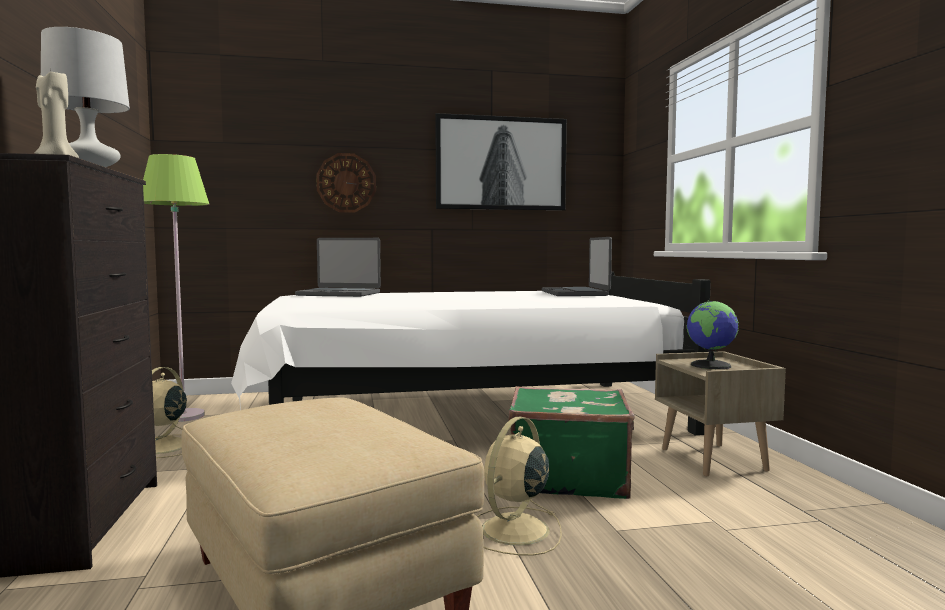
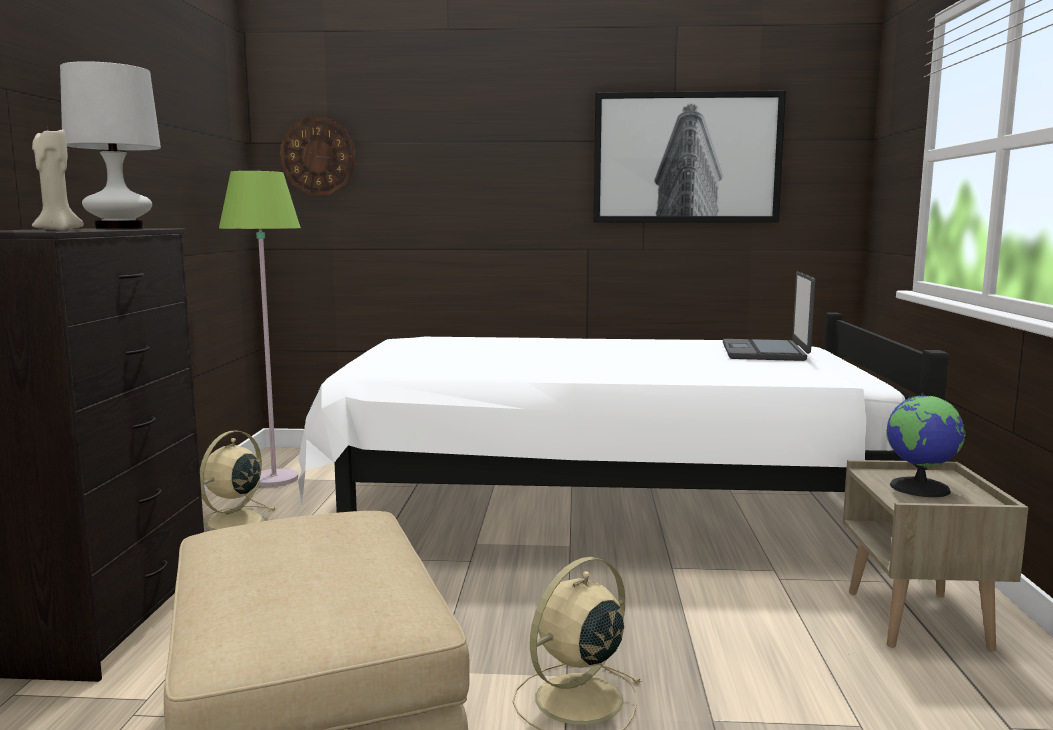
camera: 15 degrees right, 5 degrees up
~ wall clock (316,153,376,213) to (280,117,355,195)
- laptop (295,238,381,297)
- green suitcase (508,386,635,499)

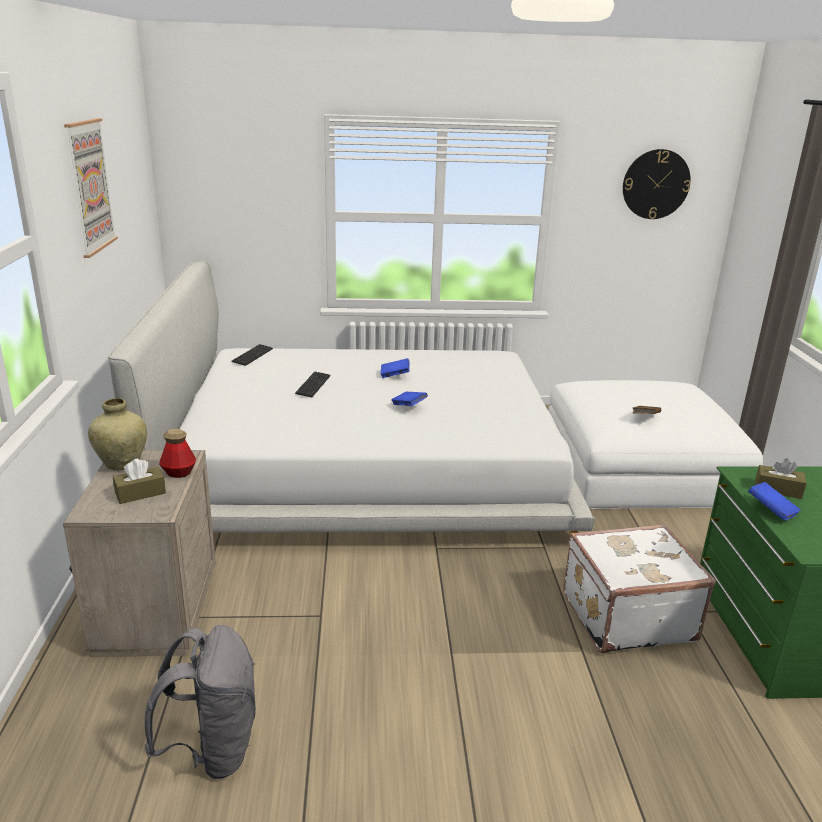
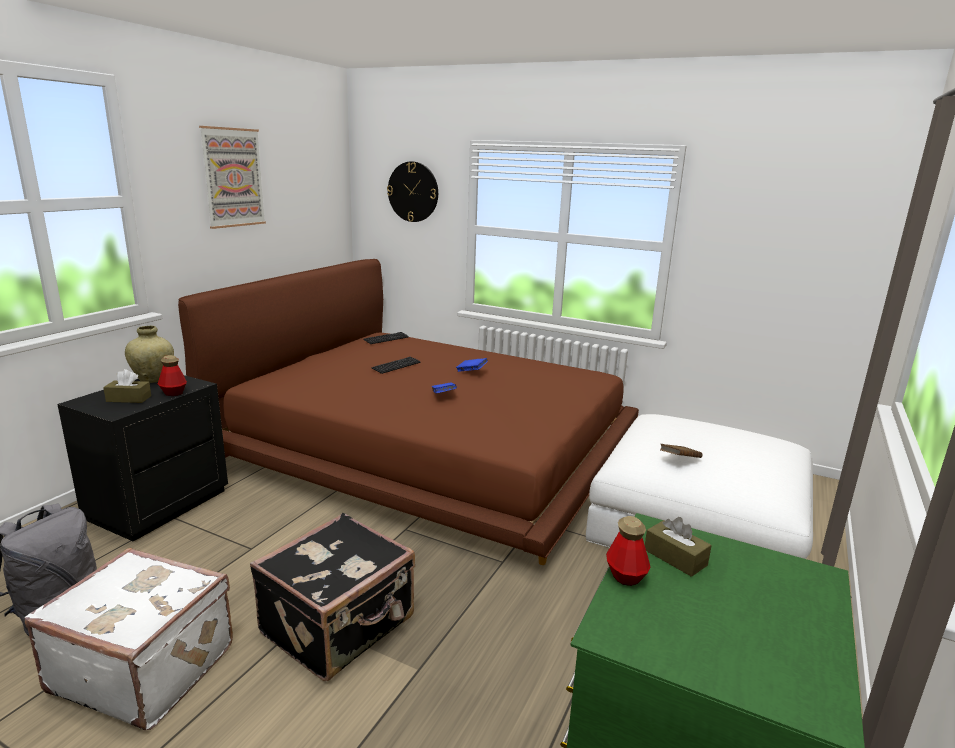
camera: 30 degrees right, 5 degrees down
~ wall clock (623,149,691,219) to (387,161,438,222)
~ white bed (108,261,595,533) to brown bed (178,259,639,565)
~ beige nightstand (63,450,216,657) to black nightstand (57,375,228,541)
~ blue book (748,482,801,521) to bottle (606,516,650,586)
~ white suitcase (564,524,716,653) to (25,548,233,730)
+ black suitcase (250,513,415,681)

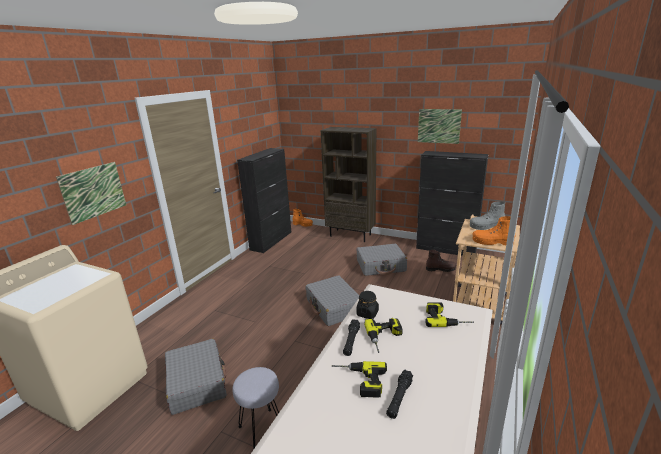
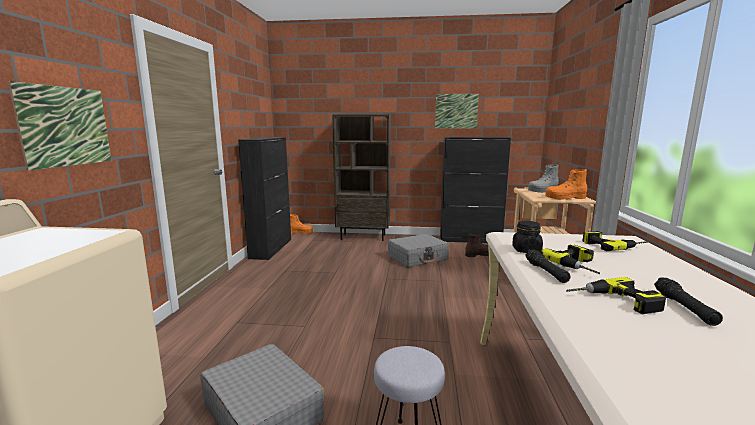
camera: 20 degrees left, 10 degrees down
- grey suitcase (305,275,360,326)

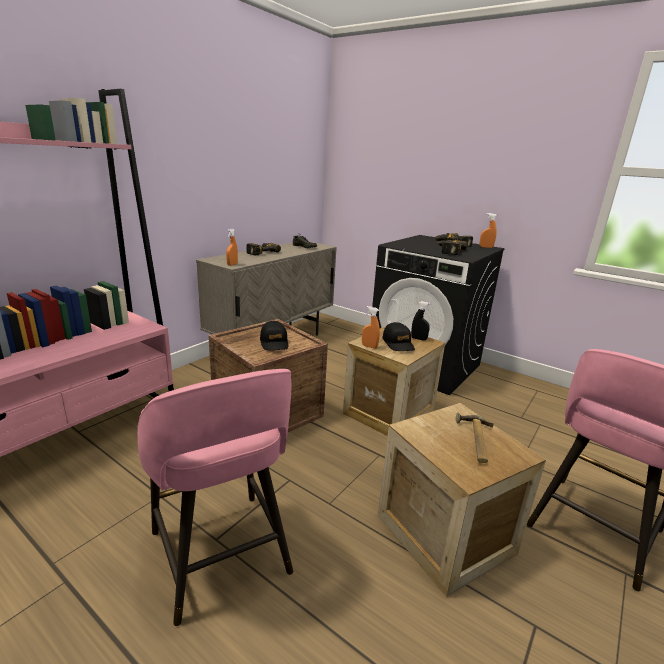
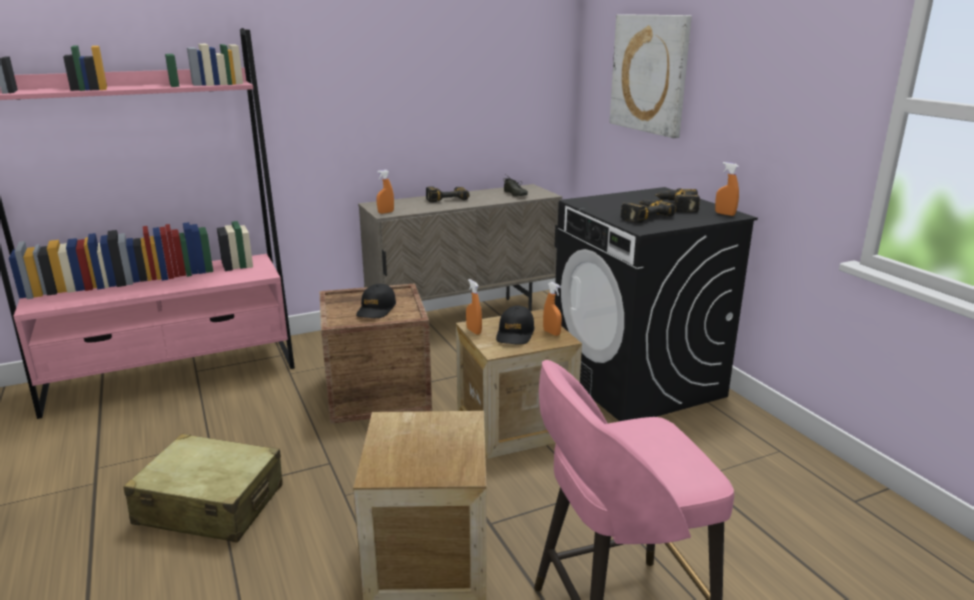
camera: 30 degrees right, 0 degrees up
~ black spray bottle (411,301,431,340) to orange spray bottle (543,282,562,336)
~ pink stool (137,369,293,626) to beige suitcase (124,434,283,543)
- hammer (456,412,494,463)
+ picture (610,14,692,138)

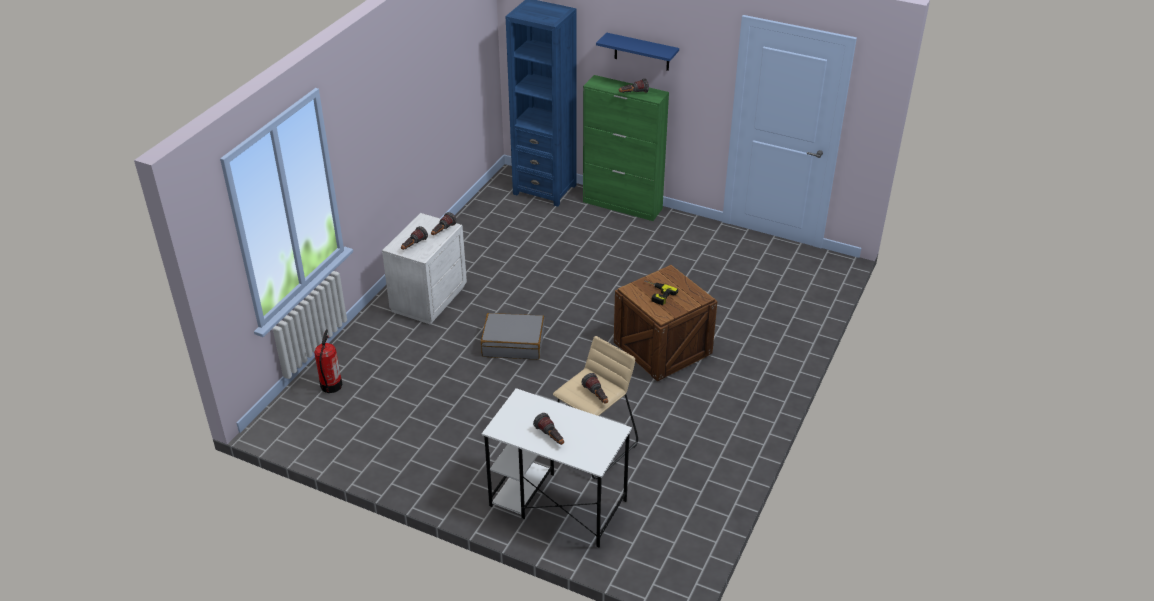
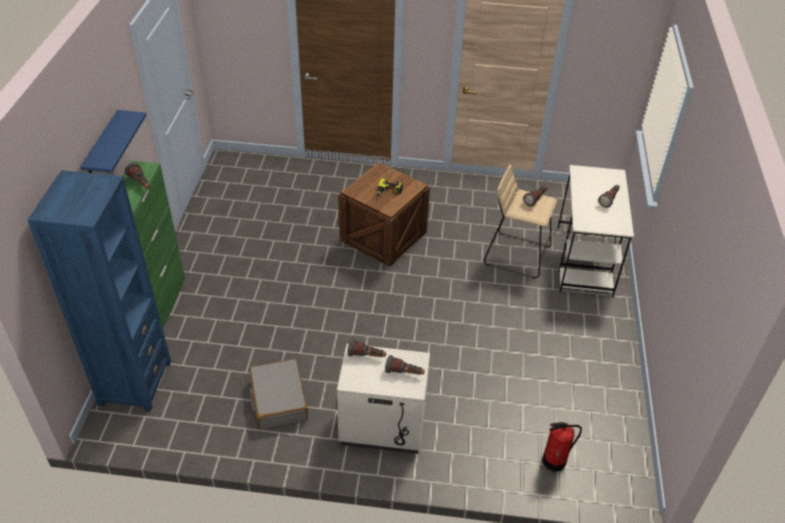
camera: 110 degrees left, 5 degrees up
~ grey suitcase (481,313,544,359) to (249,359,308,430)

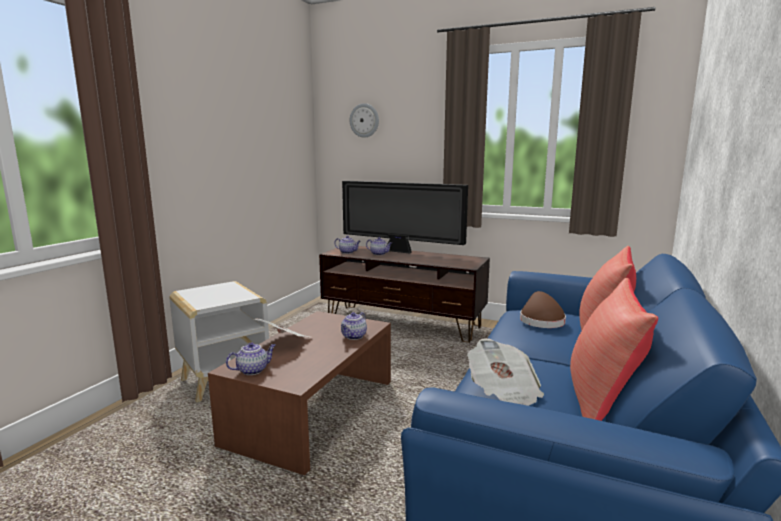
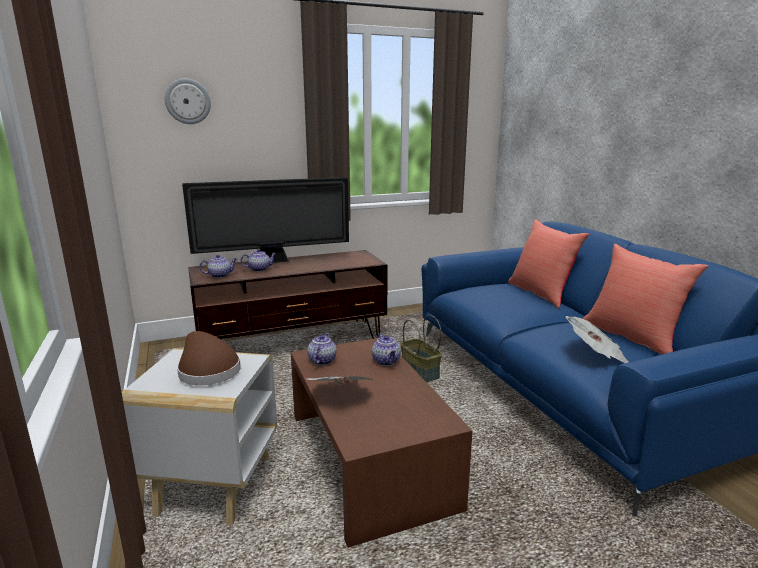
camera: 45 degrees left, 5 degrees up
~ brown hat (520,291,566,328) to (177,331,241,385)
~ teapot (226,342,276,375) to (307,333,337,365)
+ basket (400,315,442,382)

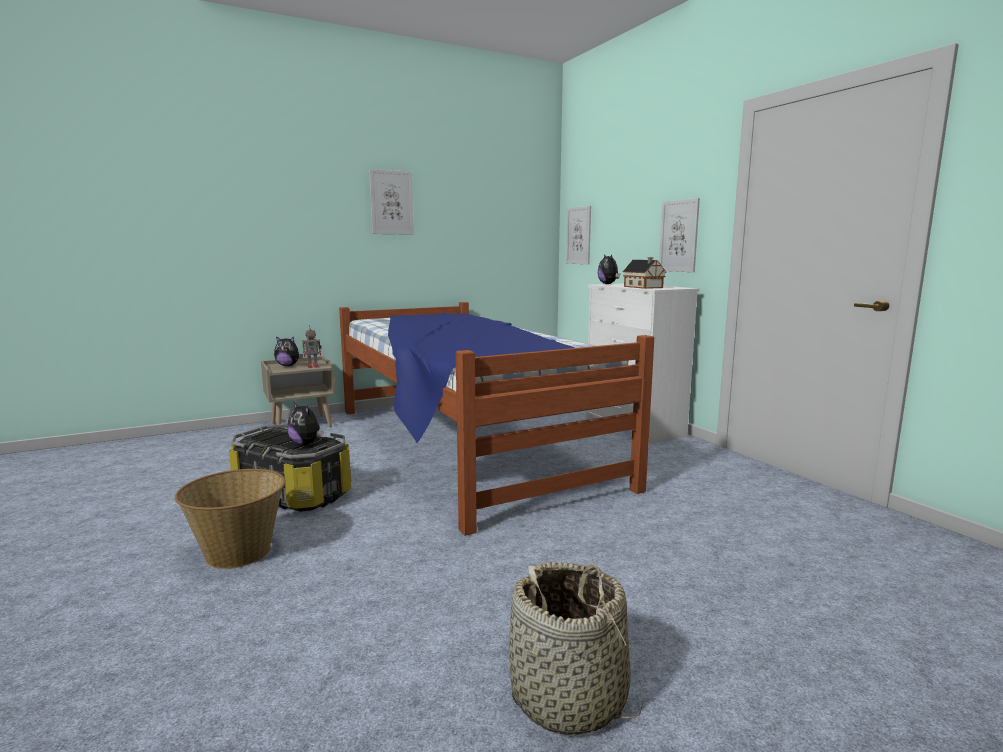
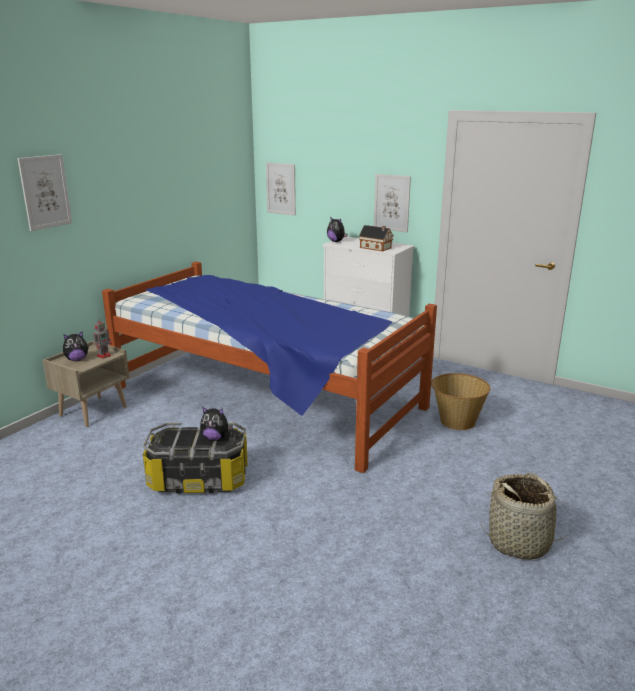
camera: 30 degrees left, 10 degrees up
~ picture (369,169,414,235) to (17,154,72,231)
~ basket (175,469,286,569) to (431,373,491,430)

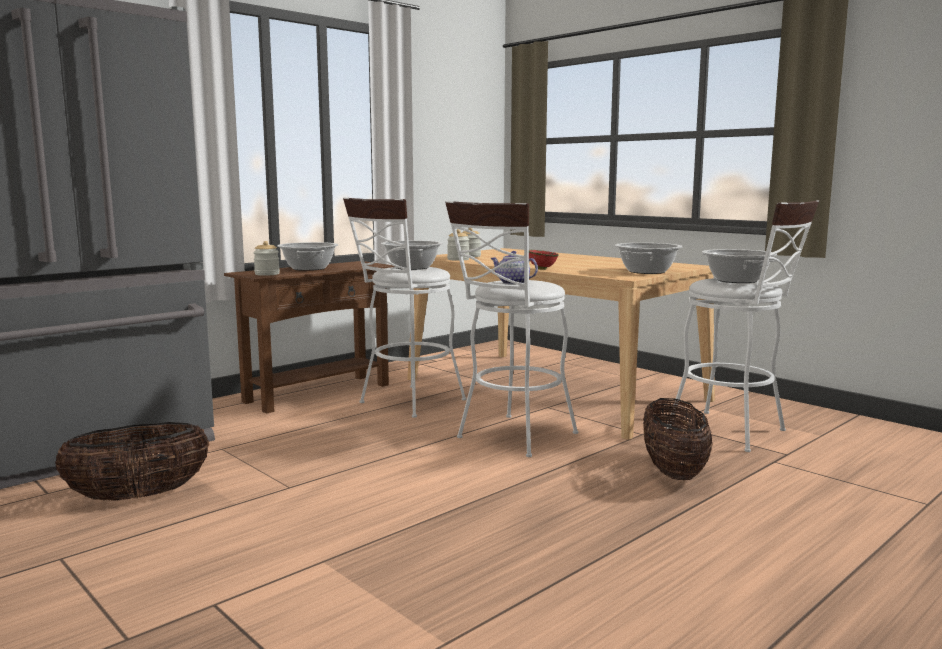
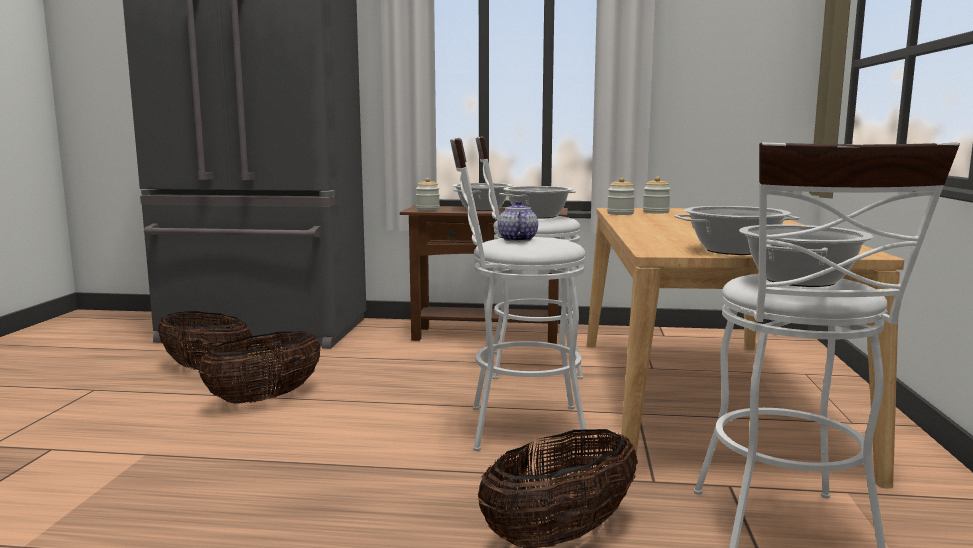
camera: 50 degrees right, 0 degrees up
- red bowl (529,250,559,270)
+ basket (198,331,320,404)

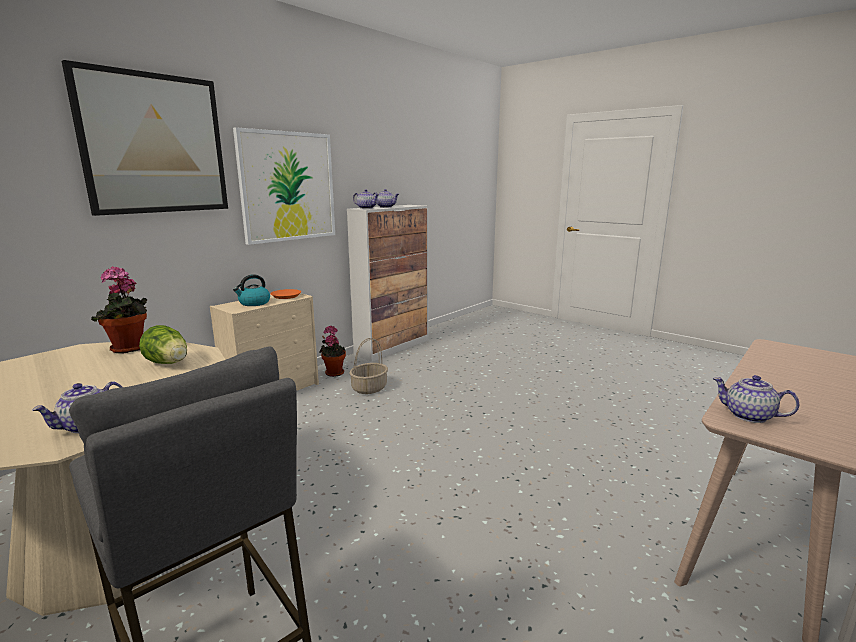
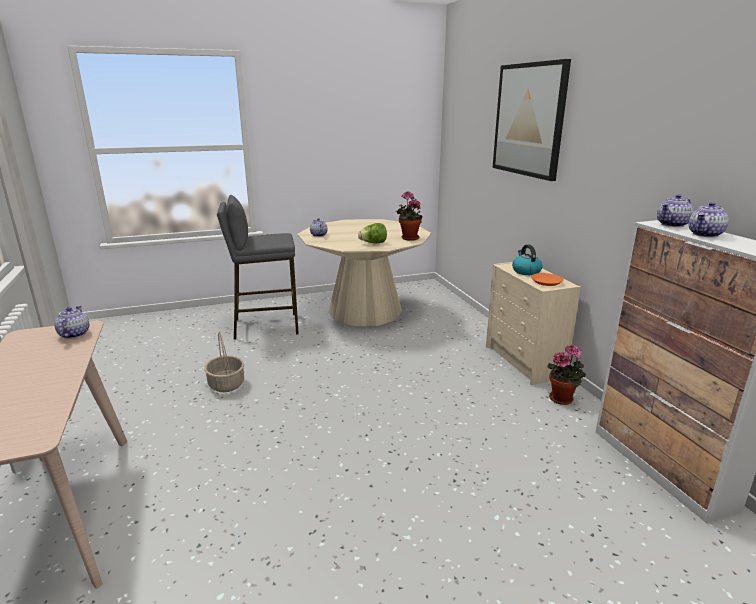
camera: 120 degrees right, 5 degrees up
- picture (233,127,335,245)
~ basket (349,338,388,394) to (204,331,244,392)
~ teapot (713,375,799,423) = (54,306,89,339) 75 degrees counterclockwise

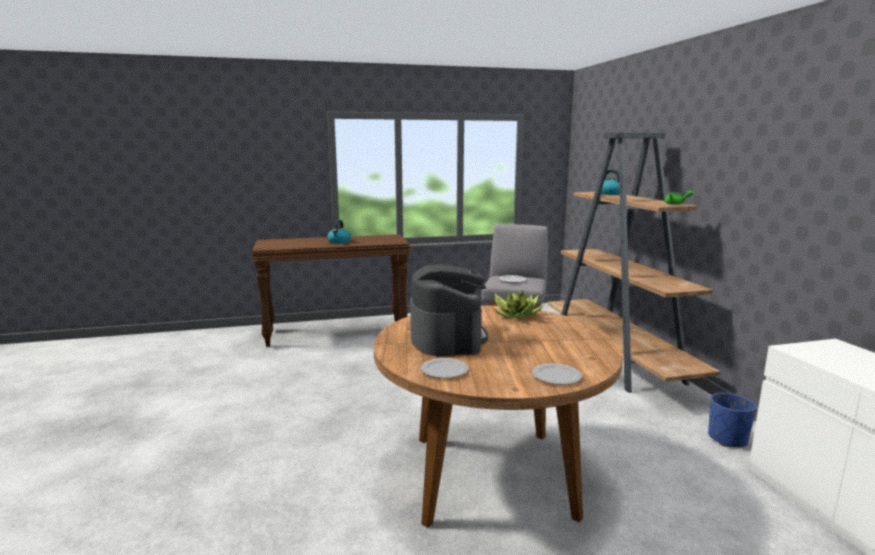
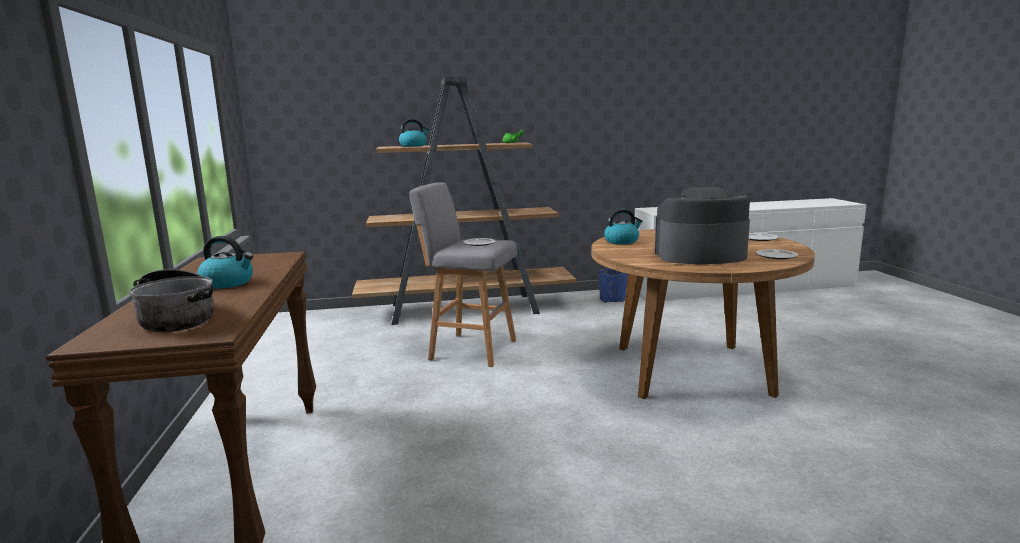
camera: 85 degrees left, 0 degrees up
~ potted plant (493,290,544,319) to kettle (604,209,643,244)
+ cooking pot (129,269,214,332)

